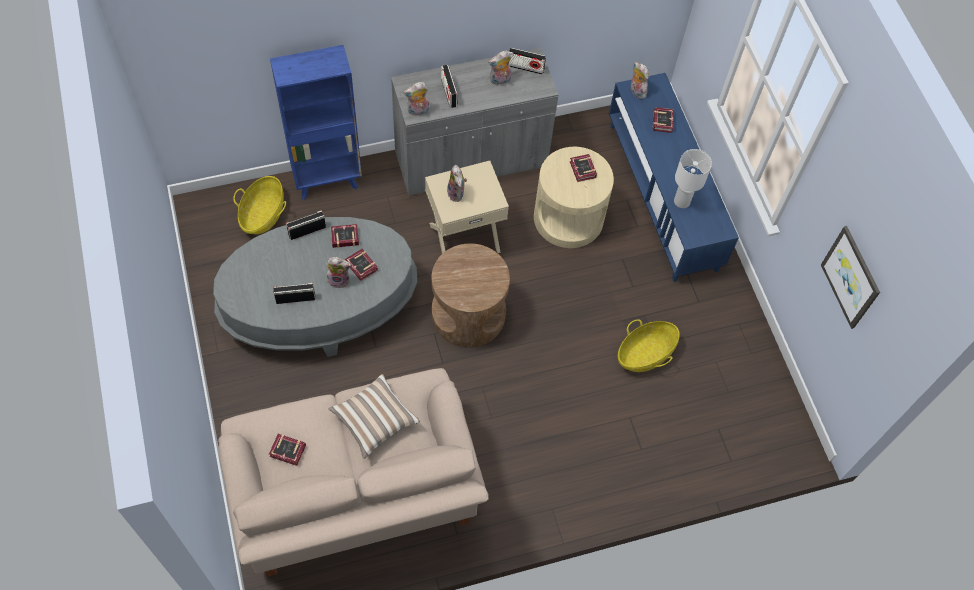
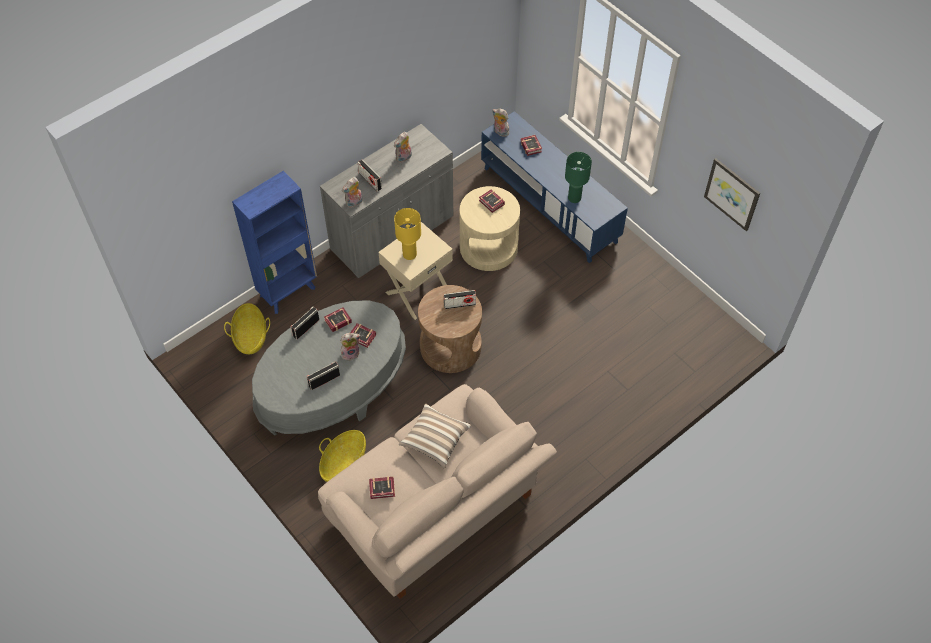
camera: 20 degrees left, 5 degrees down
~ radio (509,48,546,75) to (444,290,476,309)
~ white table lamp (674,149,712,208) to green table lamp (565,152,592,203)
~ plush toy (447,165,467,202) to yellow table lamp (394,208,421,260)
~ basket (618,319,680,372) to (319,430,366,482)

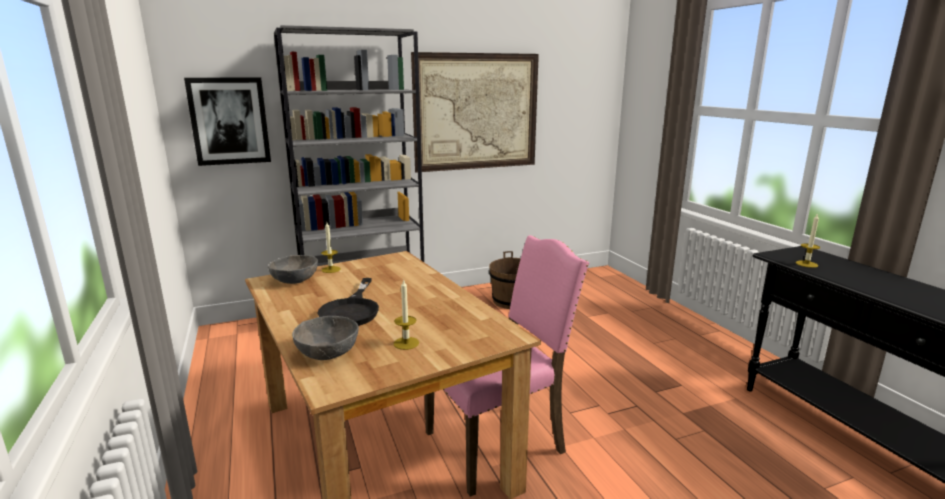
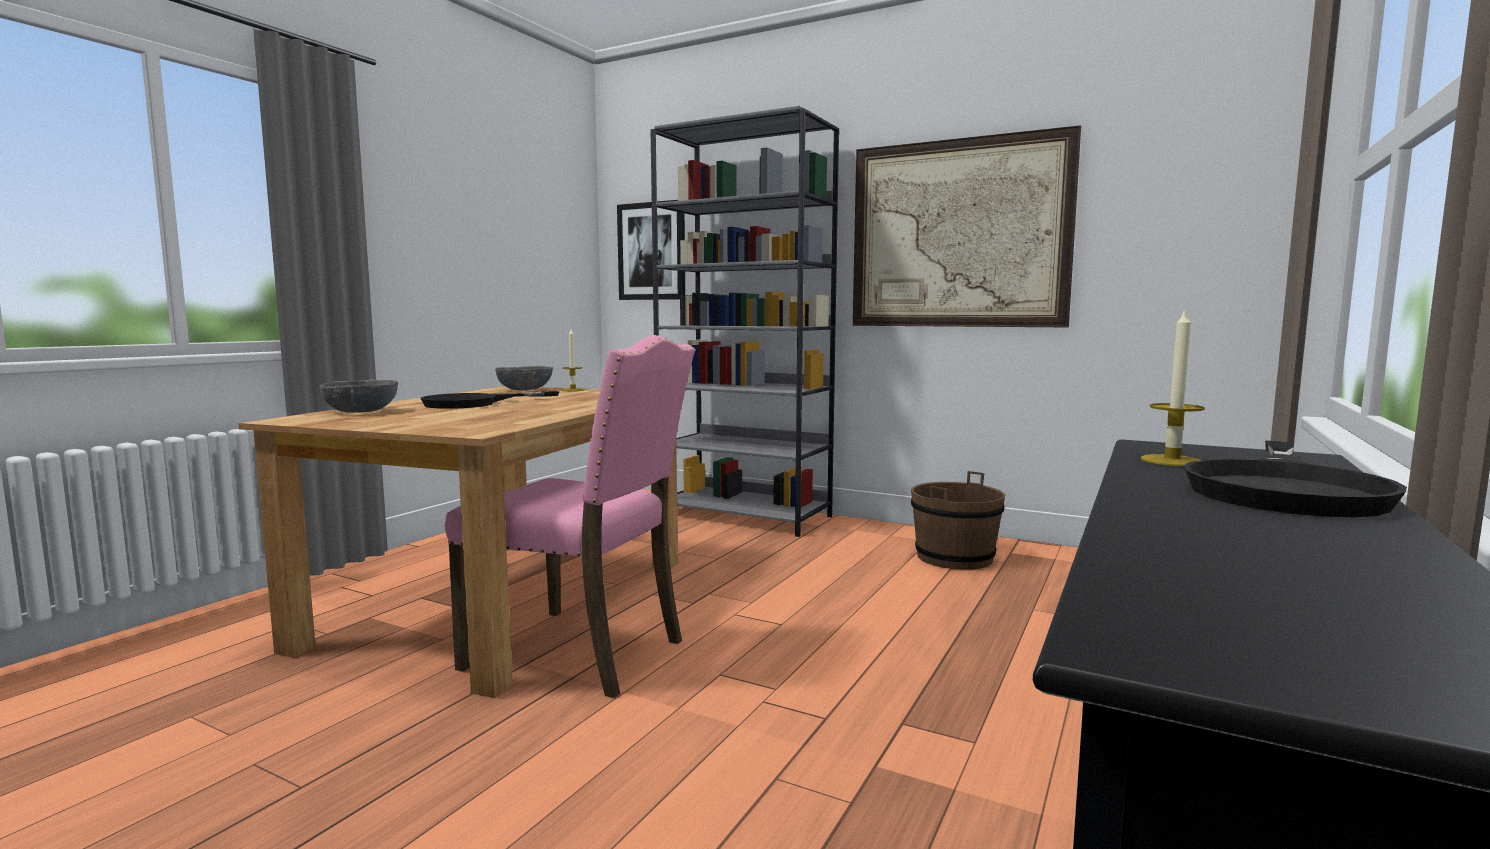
camera: 50 degrees right, 10 degrees down
- candle (394,279,419,350)
+ black frying pan (1184,440,1407,517)

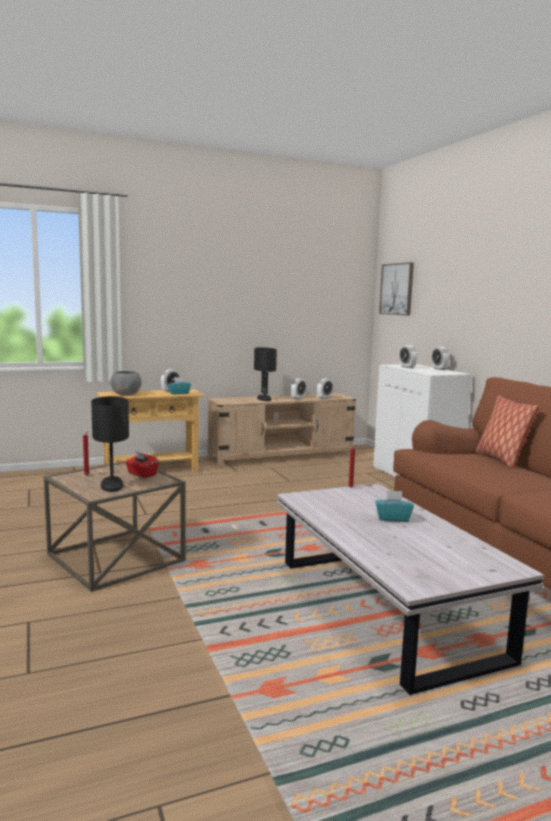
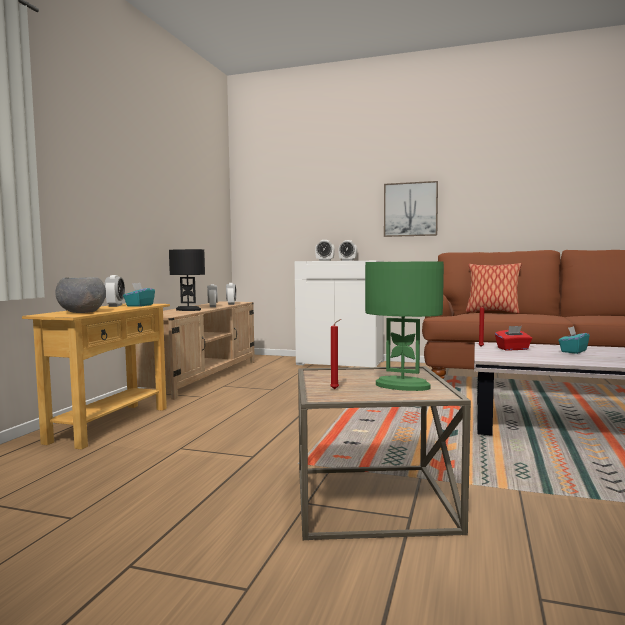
camera: 50 degrees left, 5 degrees down
~ picture (379,262,414,316) to (384,181,438,237)
~ black table lamp (91,396,129,492) to green table lamp (365,261,444,391)
~ red tissue box (125,451,159,478) to (495,326,532,351)

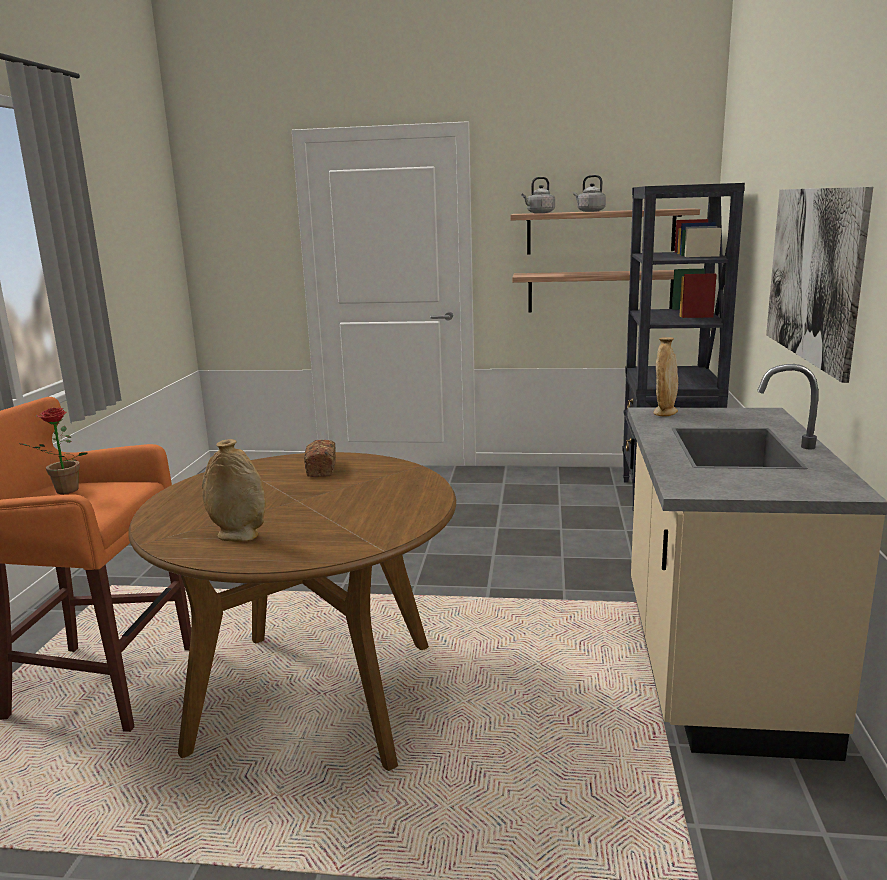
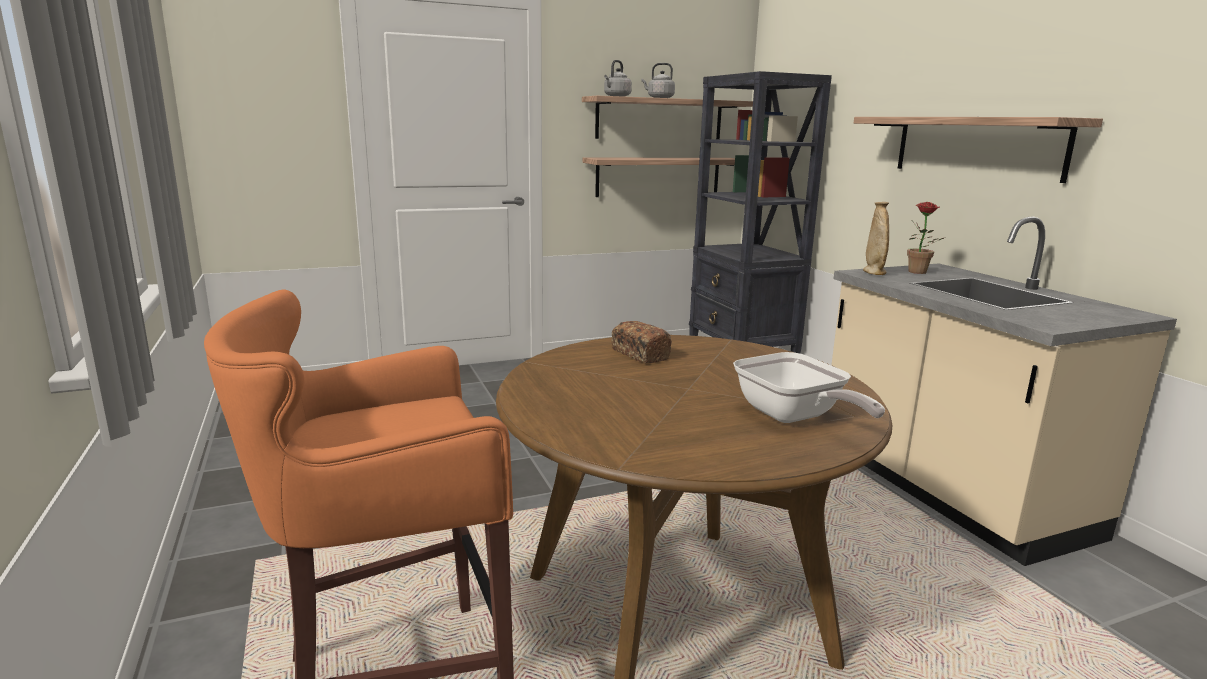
camera: 30 degrees left, 0 degrees up
~ picture (766,187,873,383) to shelf (854,117,1103,183)
~ potted plant (18,407,88,494) to (907,202,944,274)
- beige vase (202,439,266,542)
+ frying pan (733,352,885,423)

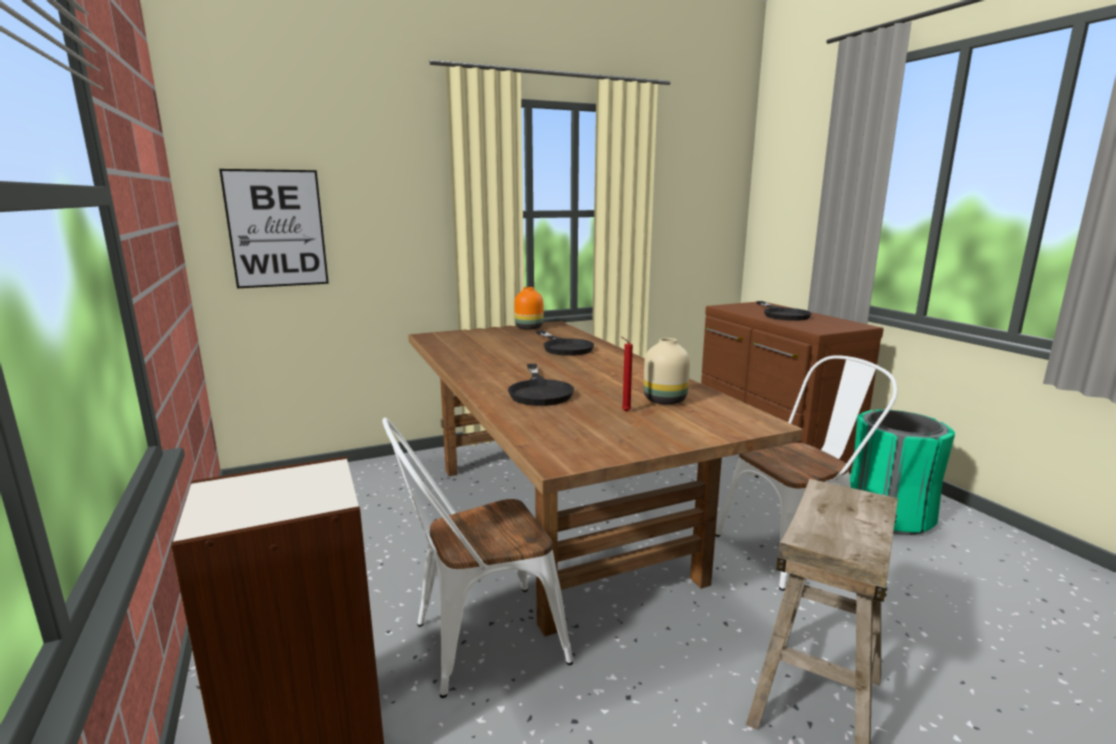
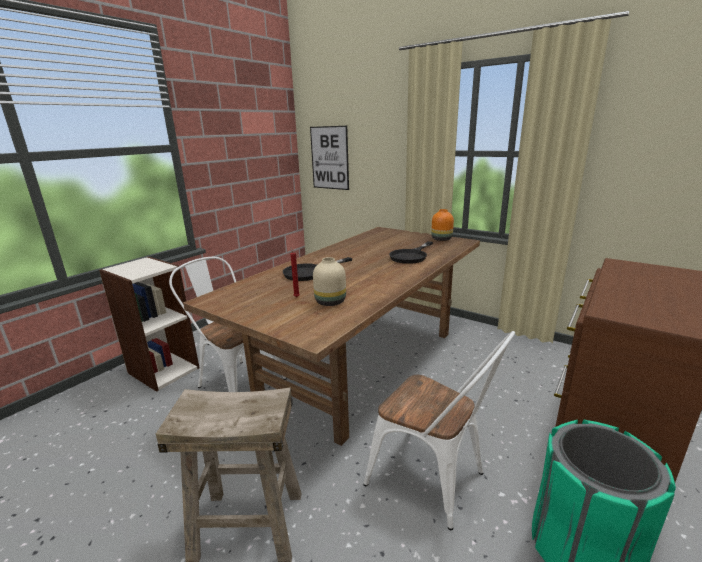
camera: 60 degrees right, 5 degrees up
- black frying pan (756,301,812,321)

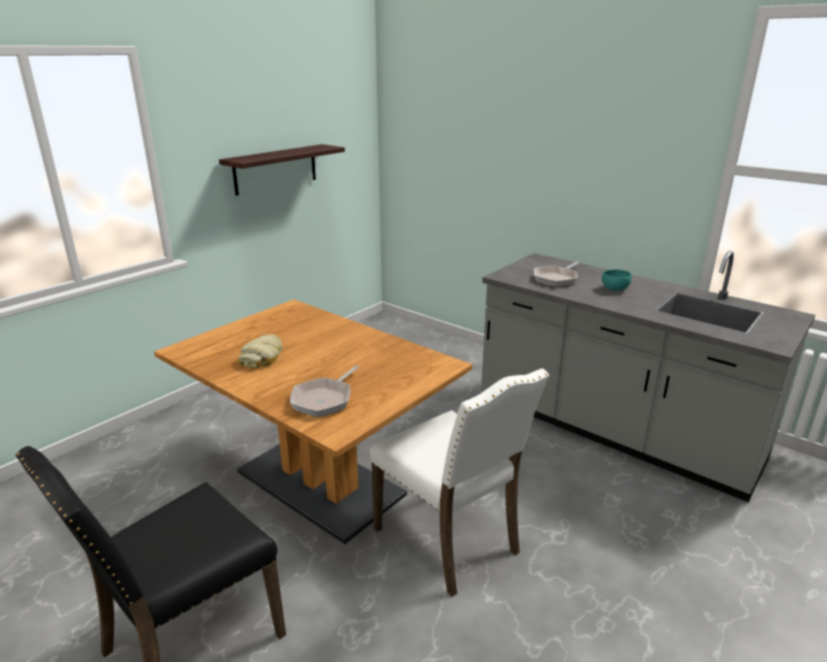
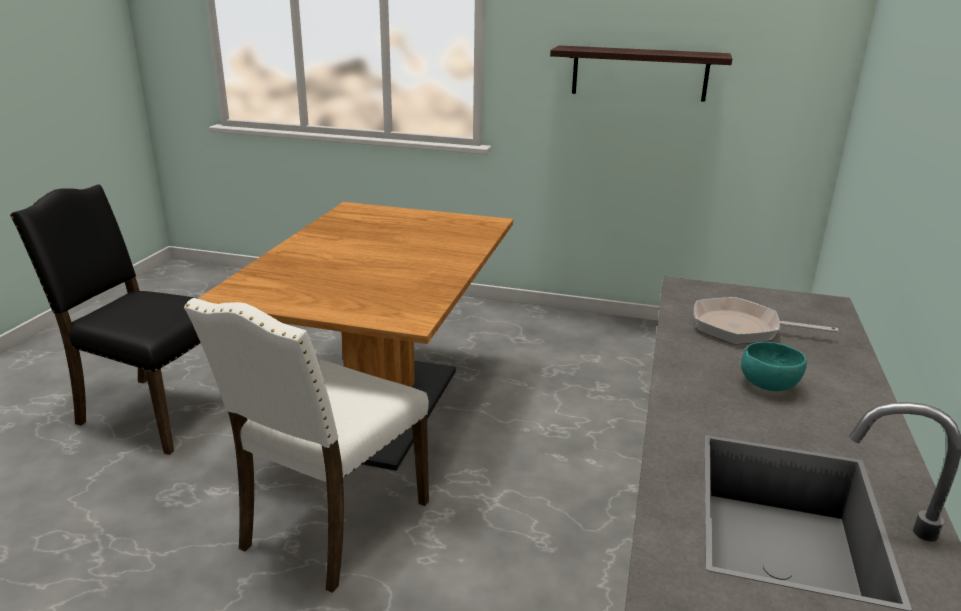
camera: 65 degrees right, 0 degrees up
- bread (238,334,283,368)
- frying pan (290,365,359,417)

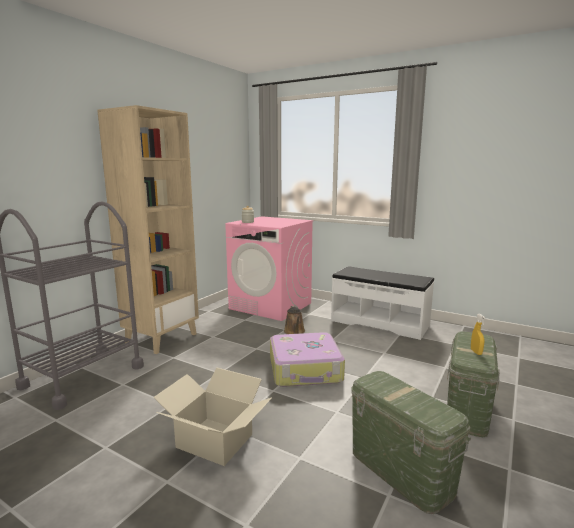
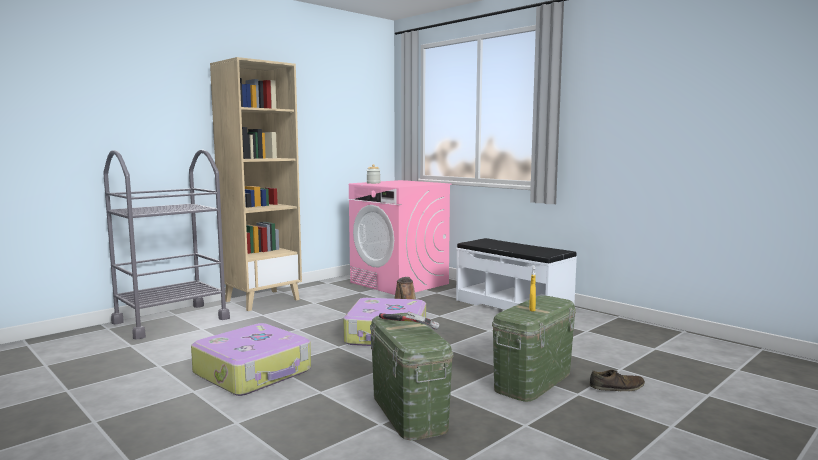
camera: 15 degrees right, 5 degrees down
~ cardboard box (153,368,272,466) to suitcase (191,323,311,396)
+ hammer (379,312,439,330)
+ brown shoe (589,370,645,391)

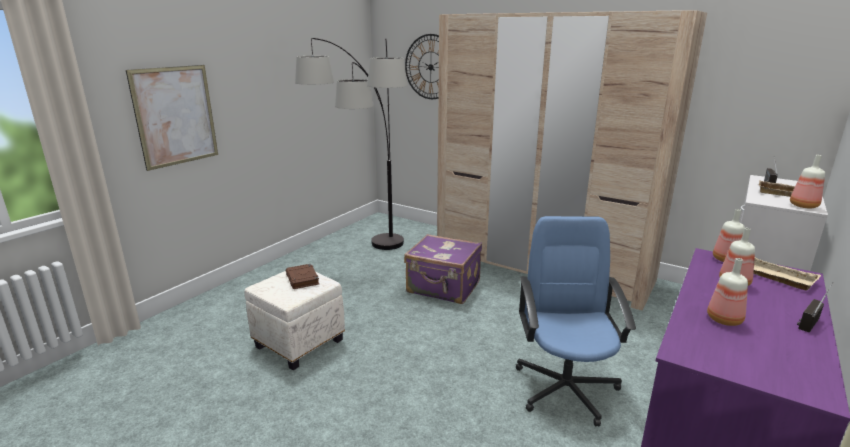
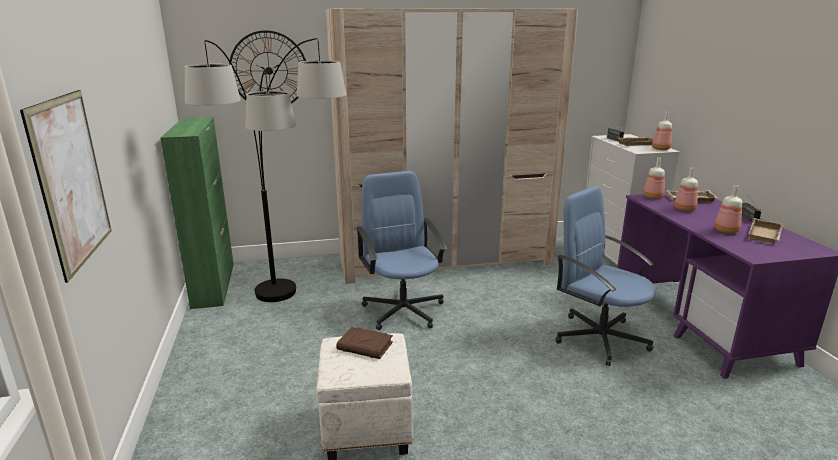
camera: 45 degrees left, 0 degrees up
~ purple suitcase (404,234,482,304) to blue office chair (356,171,447,330)
+ green cabinet (161,117,234,309)
+ beige tray (748,218,783,243)

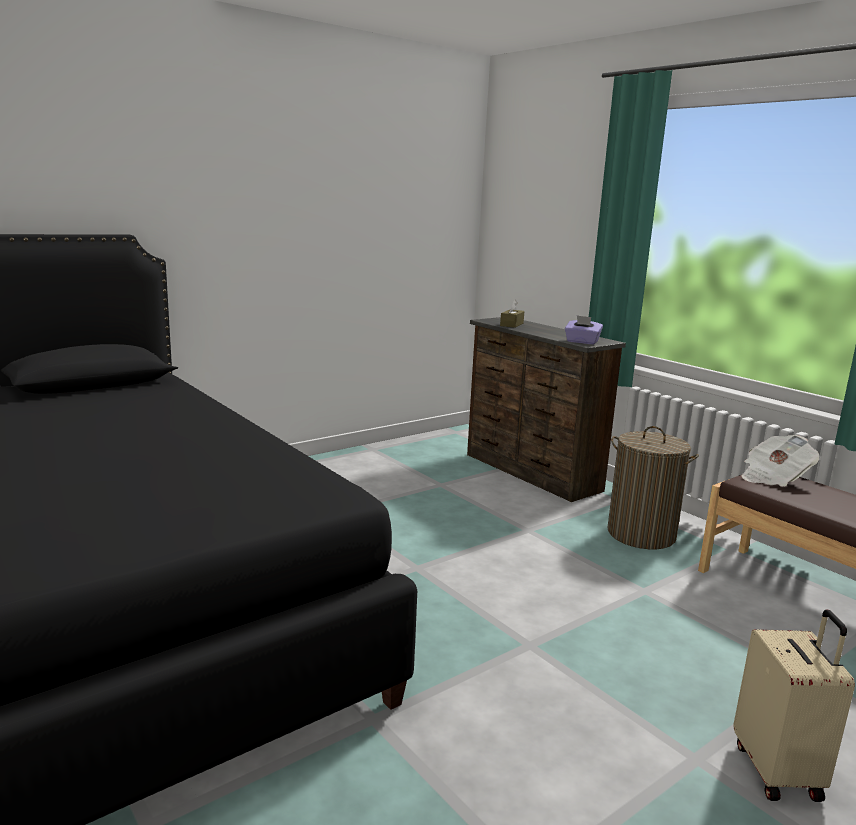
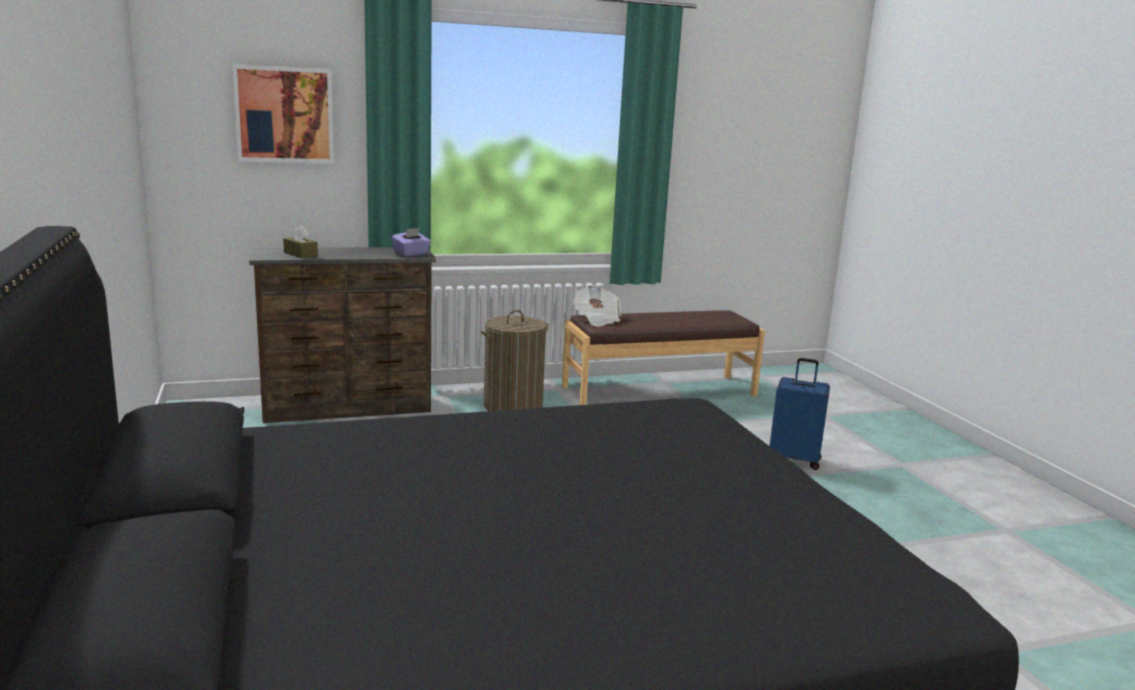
camera: 70 degrees left, 0 degrees up
~ beige suitcase (734,609,855,802) to blue suitcase (770,358,830,470)
+ picture (232,64,334,164)

